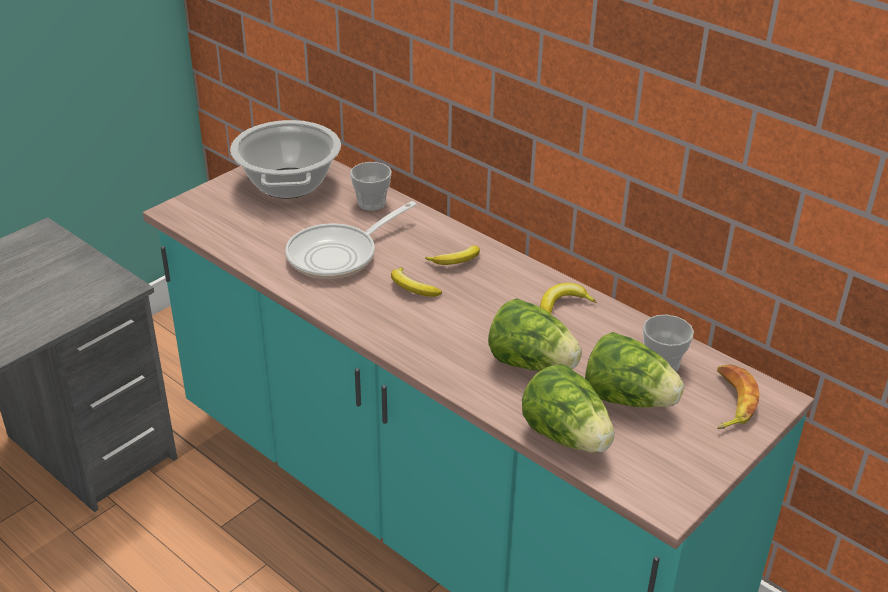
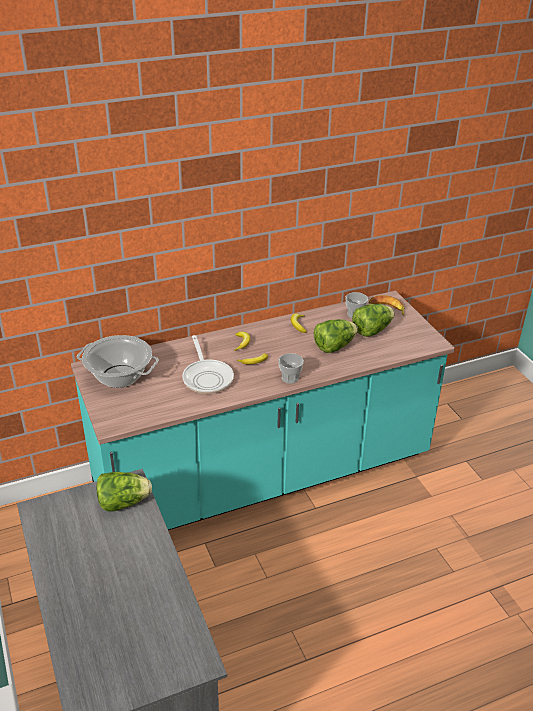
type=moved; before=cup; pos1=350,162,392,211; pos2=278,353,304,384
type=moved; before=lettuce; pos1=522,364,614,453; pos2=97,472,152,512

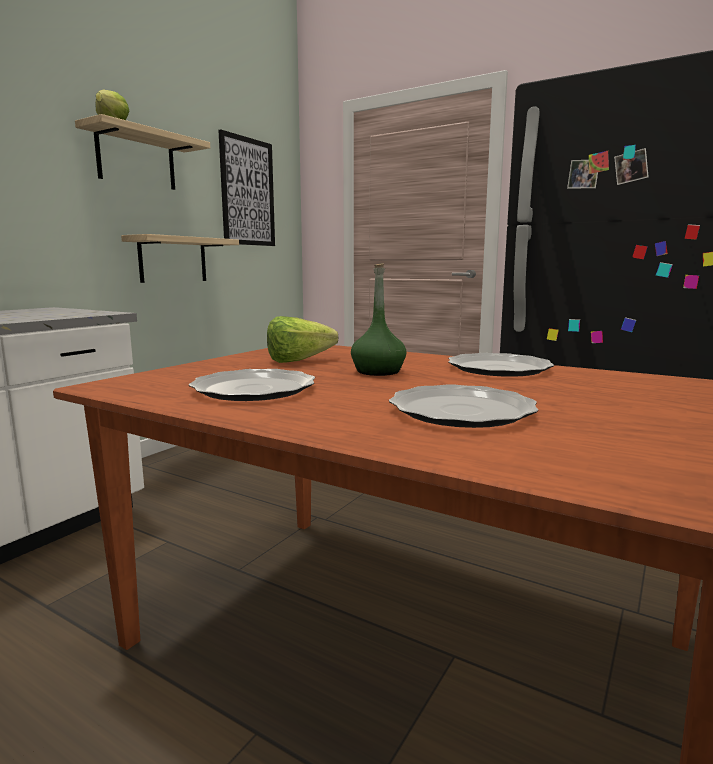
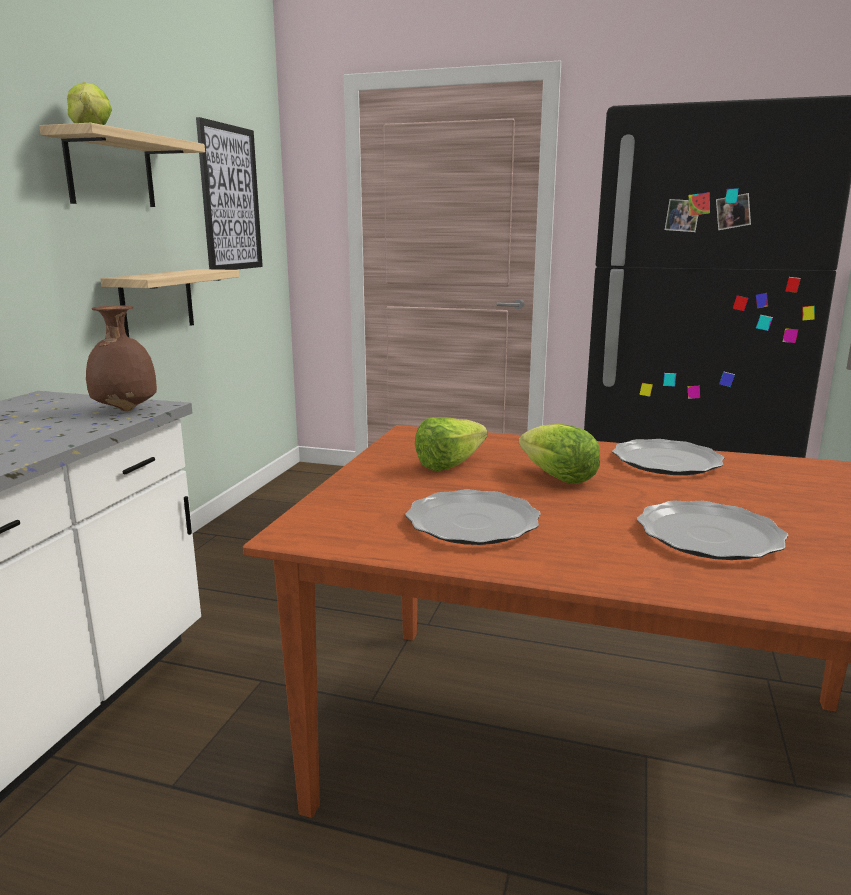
type=replaced; before=bottle/green; after=lettuce; pos1=351,263,406,376; pos2=519,424,600,484
type=added; after=vase/brown; pos2=86,305,157,411

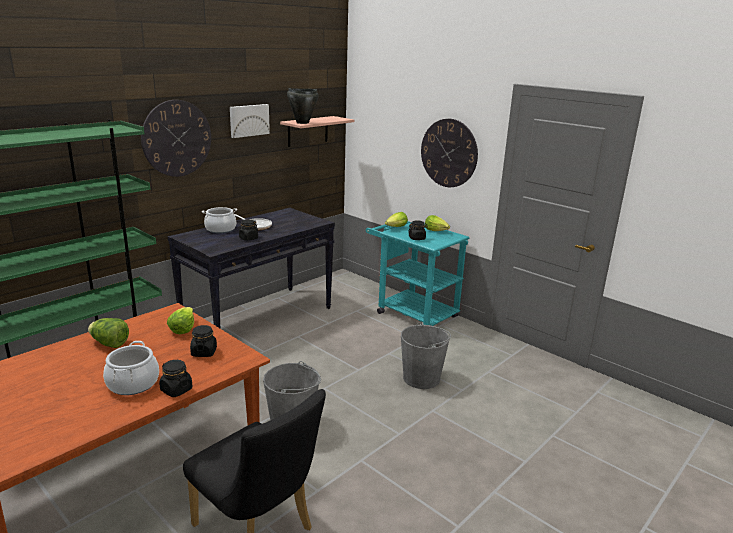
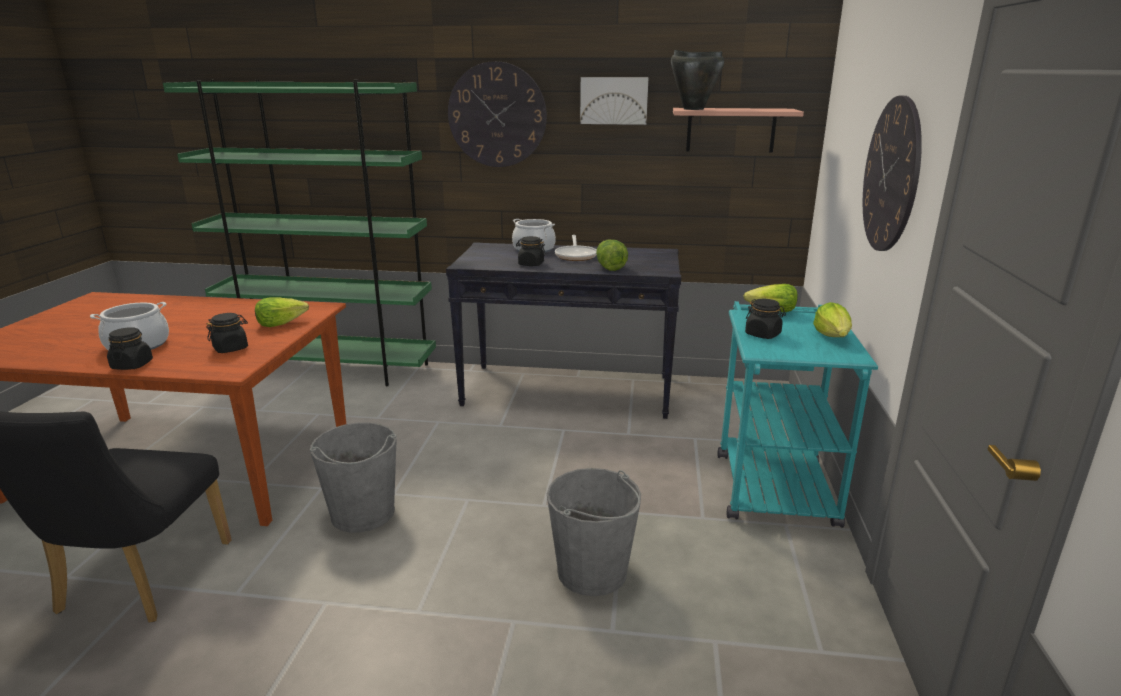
type=moved; before=lettuce; pos1=88,318,129,348; pos2=596,240,628,271

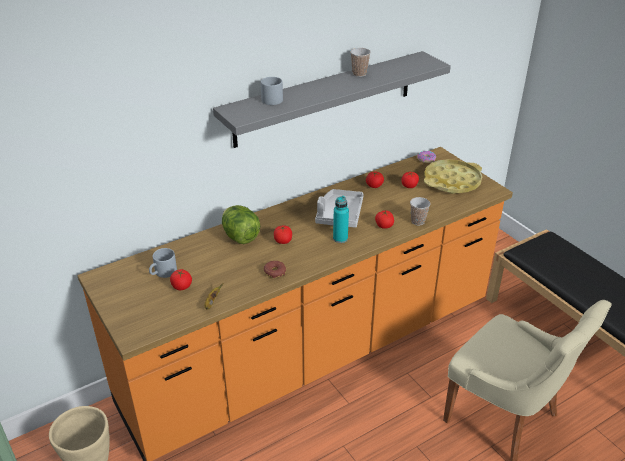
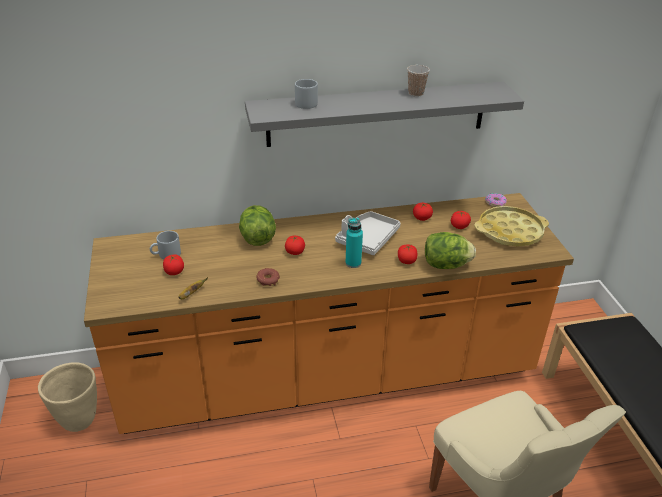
type=replaced; before=cup; after=lettuce; pos1=410,197,430,225; pos2=425,232,476,269

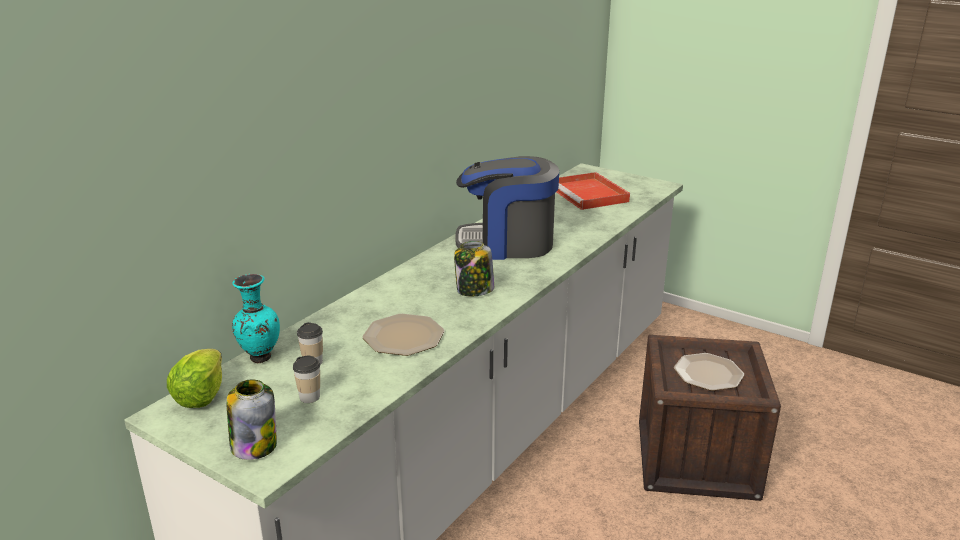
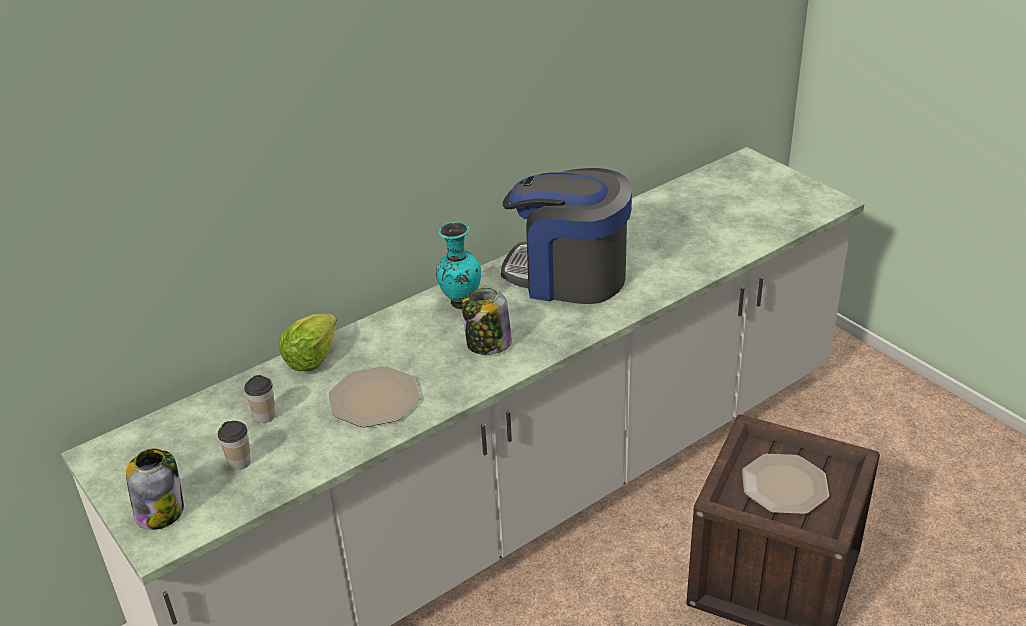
type=moved; before=lettuce; pos1=167,349,222,408; pos2=279,314,337,371
type=moved; before=vase/turquoise; pos1=232,274,280,363; pos2=436,222,481,309
type=removed; before=tray/red; pos1=557,172,630,210

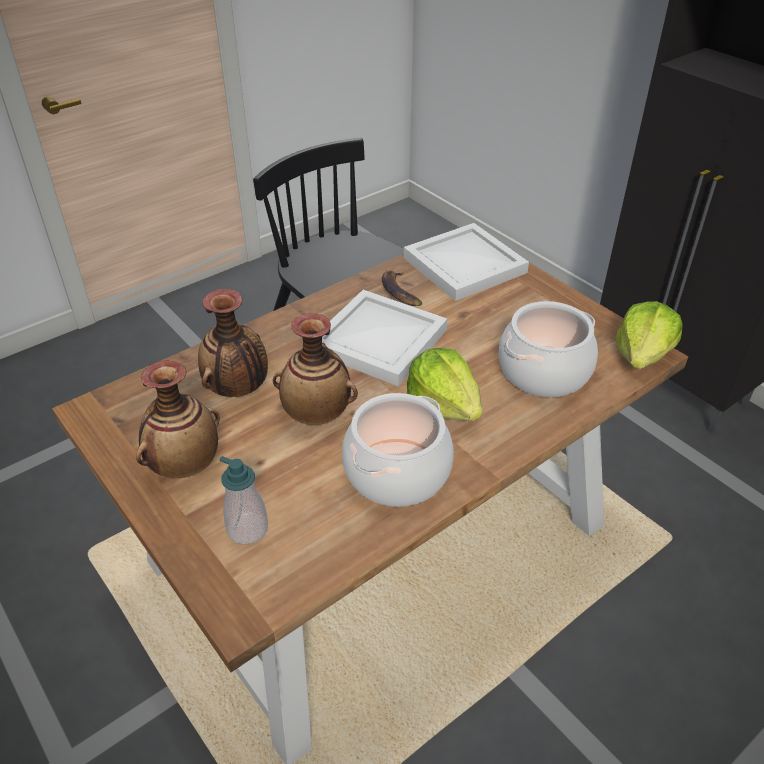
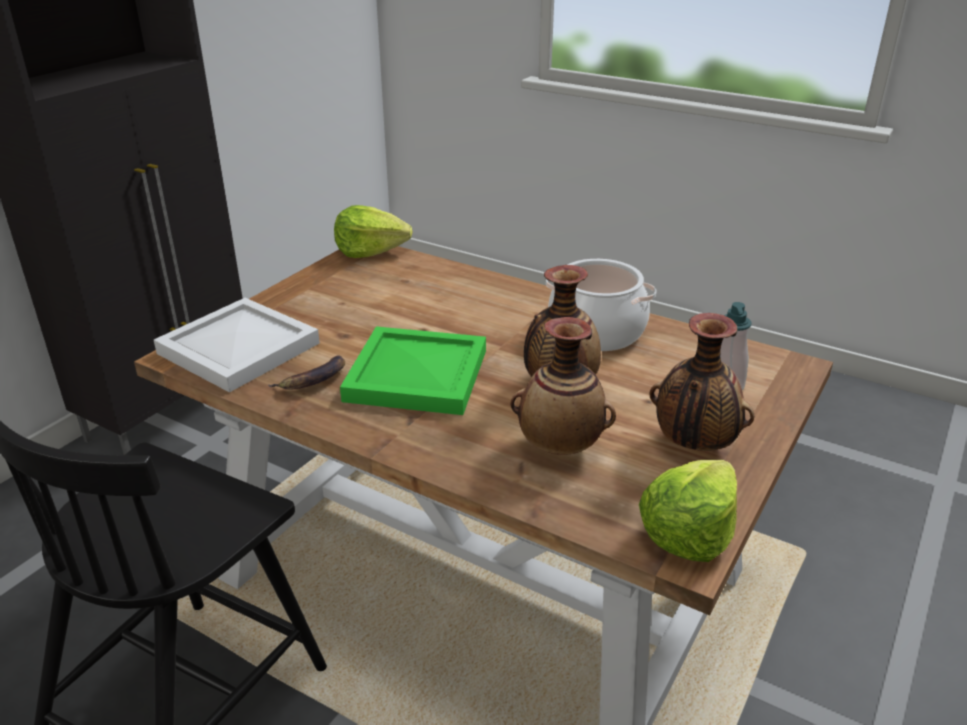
type=recoloured; before=tray/white; after=tray/green; pos1=322,290,448,386; pos2=340,326,486,415
type=moved; before=lettuce; pos1=407,348,482,421; pos2=639,460,737,562
type=removed; before=cooking pot; pos1=499,301,598,397

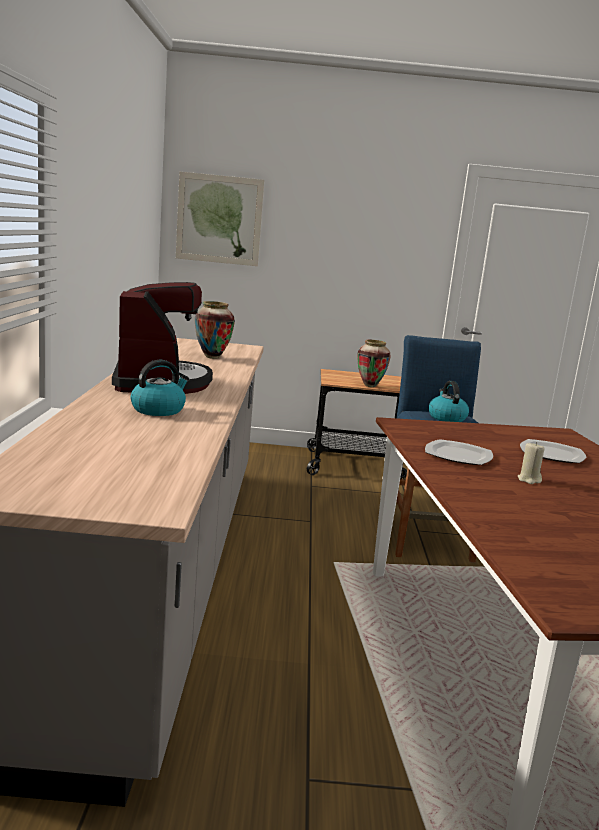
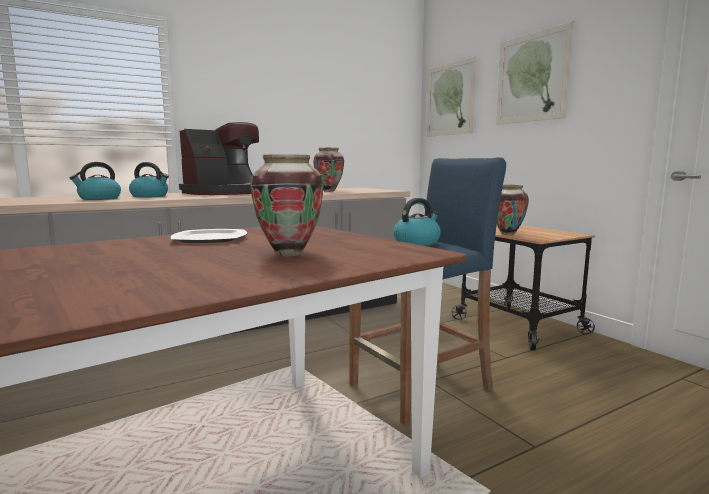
type=removed; before=candle/beige; pos1=518,442,545,484
type=replaced; before=plate; after=vase; pos1=520,439,586,463; pos2=250,154,323,256
type=added; after=kettle; pos2=70,162,121,200
type=added; after=picture; pos2=496,21,574,125

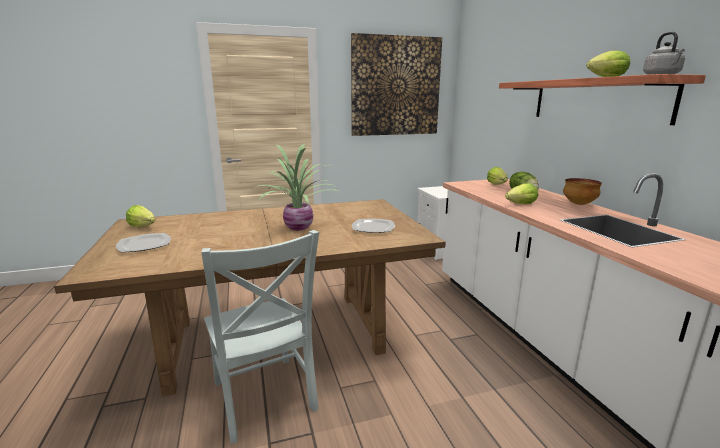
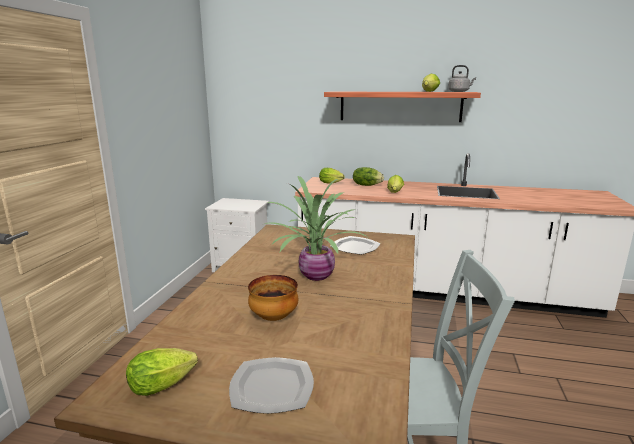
type=removed; before=picture; pos1=351,33,442,136
type=moved; before=bowl; pos1=563,178,602,205; pos2=248,275,298,321

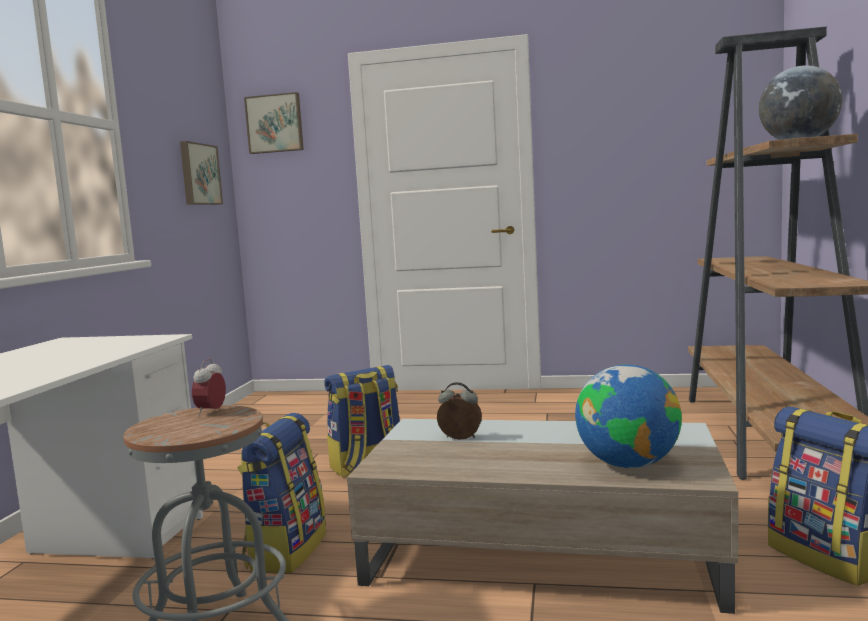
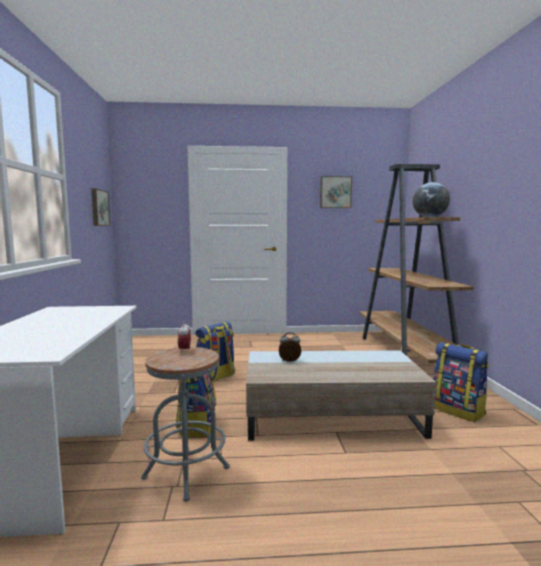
type=moved; before=picture; pos1=244,92,304,154; pos2=320,176,352,208
type=removed; before=globe; pos1=575,365,682,468

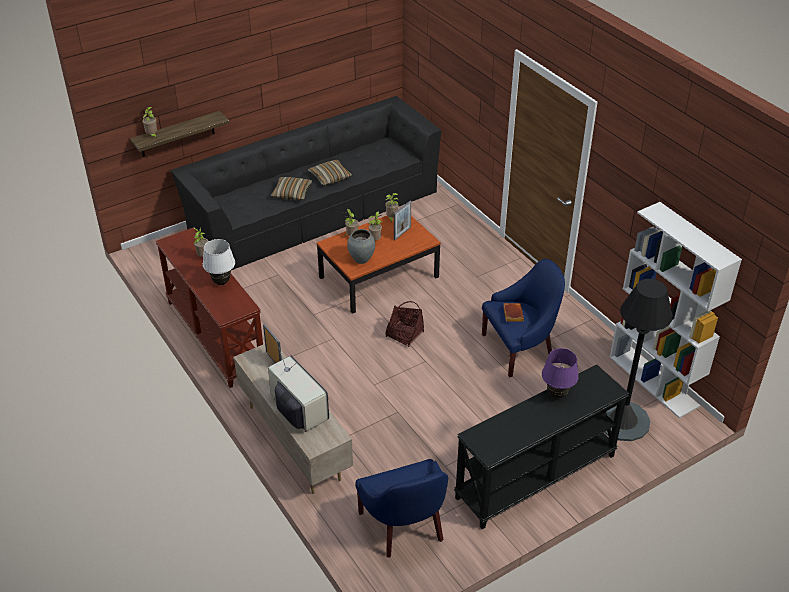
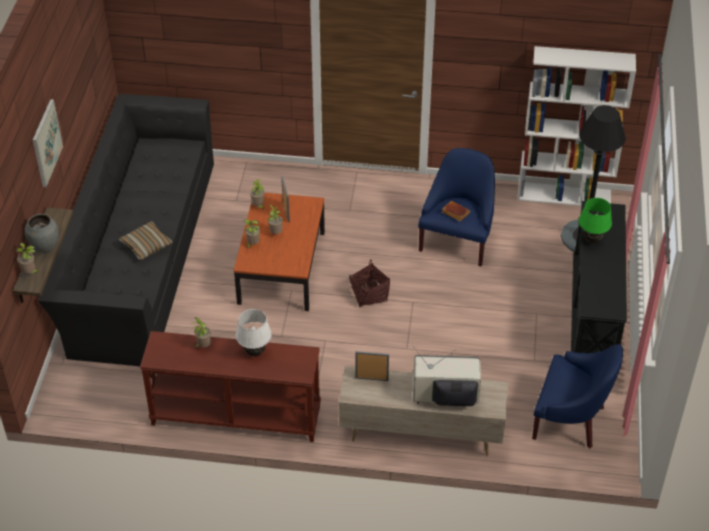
type=removed; before=pillow; pos1=308,160,352,186
type=moved; before=vase/grey; pos1=347,229,375,264; pos2=25,214,59,254
type=recoloured; before=table lamp/purple; after=table lamp/green; pos1=542,348,579,398; pos2=579,198,612,243
type=added; after=picture; pos2=33,99,63,187

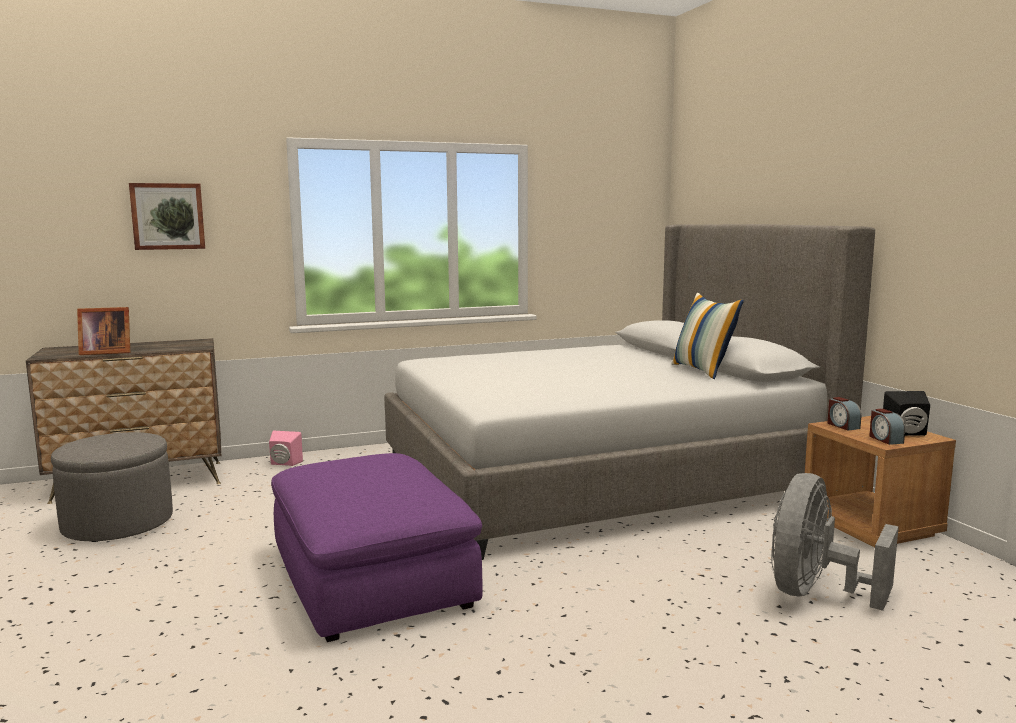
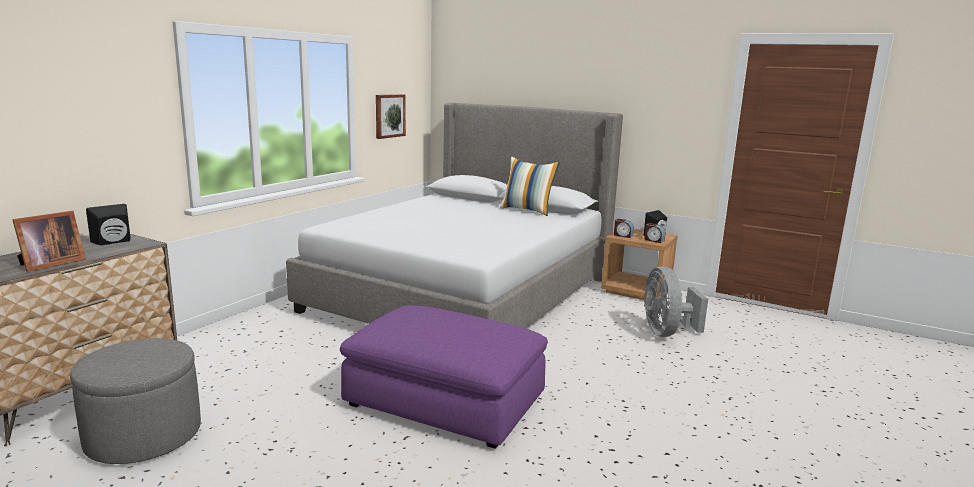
type=moved; before=picture; pos1=129,183,205,250; pos2=376,94,406,139
type=removed; before=speaker/pink; pos1=269,431,303,466
type=added; after=speaker/black; pos2=86,204,130,246

